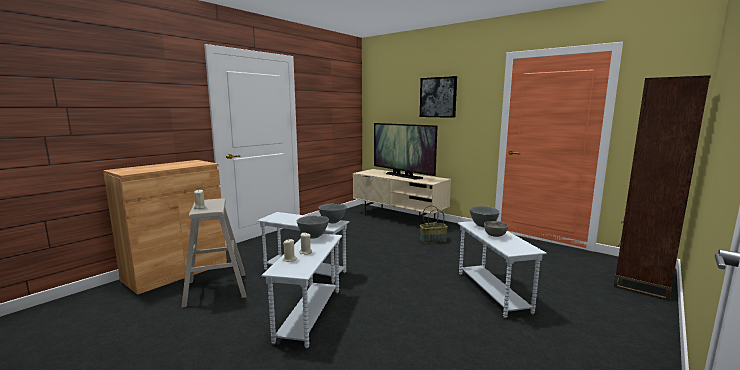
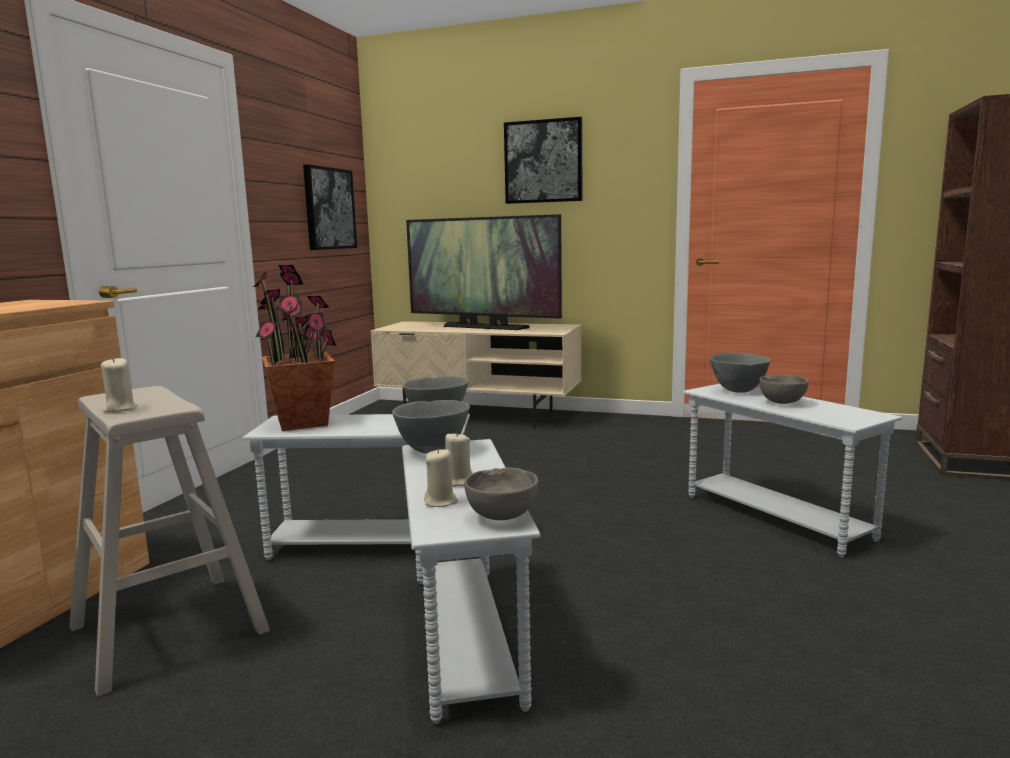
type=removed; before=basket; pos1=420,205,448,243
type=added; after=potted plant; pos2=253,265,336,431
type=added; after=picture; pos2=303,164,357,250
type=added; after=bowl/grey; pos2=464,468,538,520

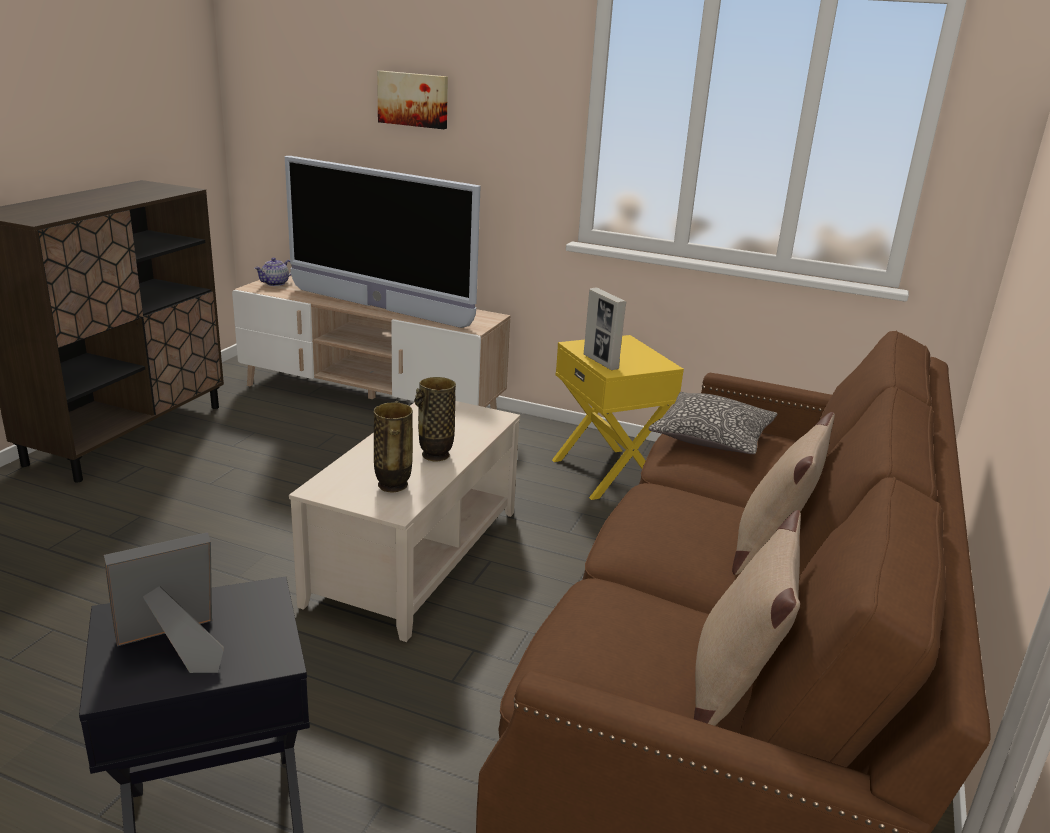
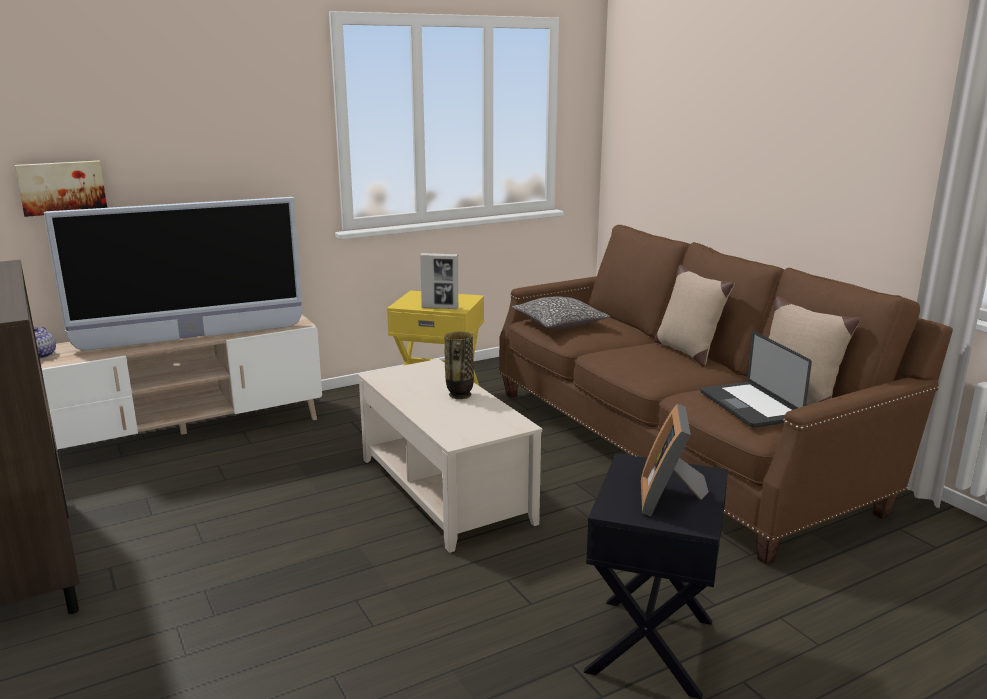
type=removed; before=vase; pos1=374,401,413,492
type=moved; before=picture; pos1=377,71,448,129; pos2=15,161,107,217
type=added; after=laptop; pos2=700,331,812,428

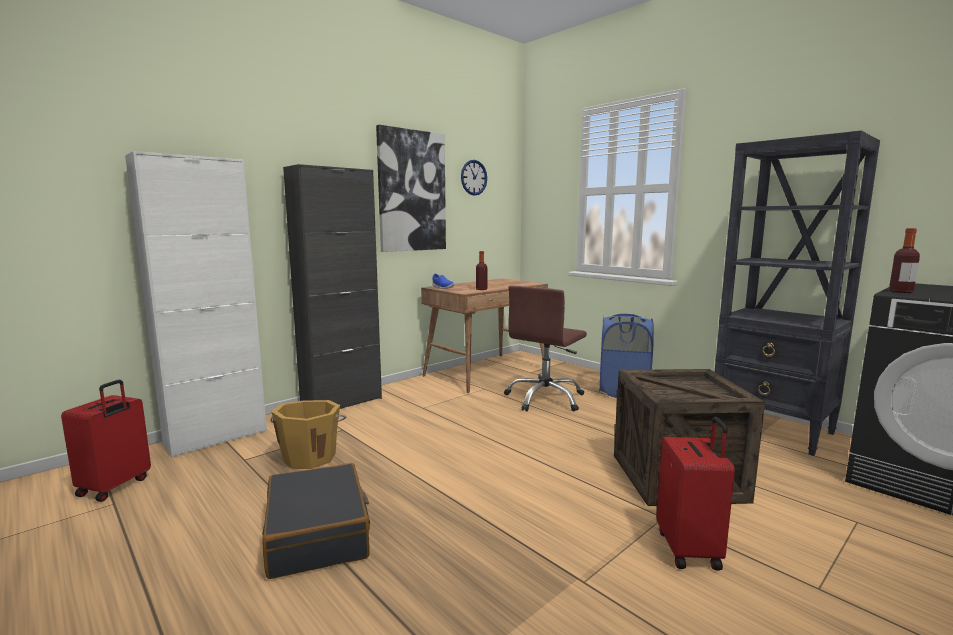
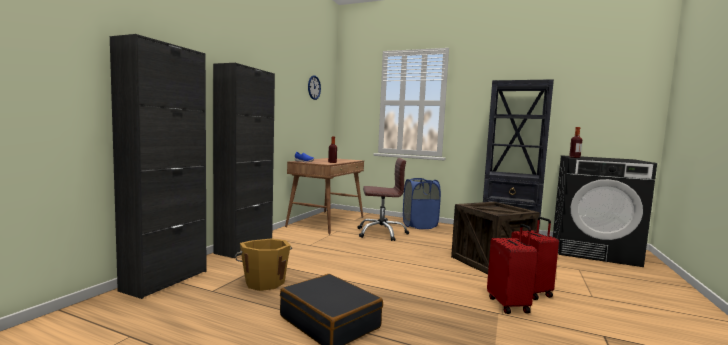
type=moved; before=suitcase/red; pos1=61,380,151,502; pos2=487,224,537,314
type=recoloured; before=cabinet/white; after=cabinet/black; pos1=125,151,267,458; pos2=110,34,206,299
type=removed; before=picture; pos1=376,125,446,252
type=turned; before=office chair/brown; pos1=504,286,587,412; pos2=358,158,409,241; turn=-105

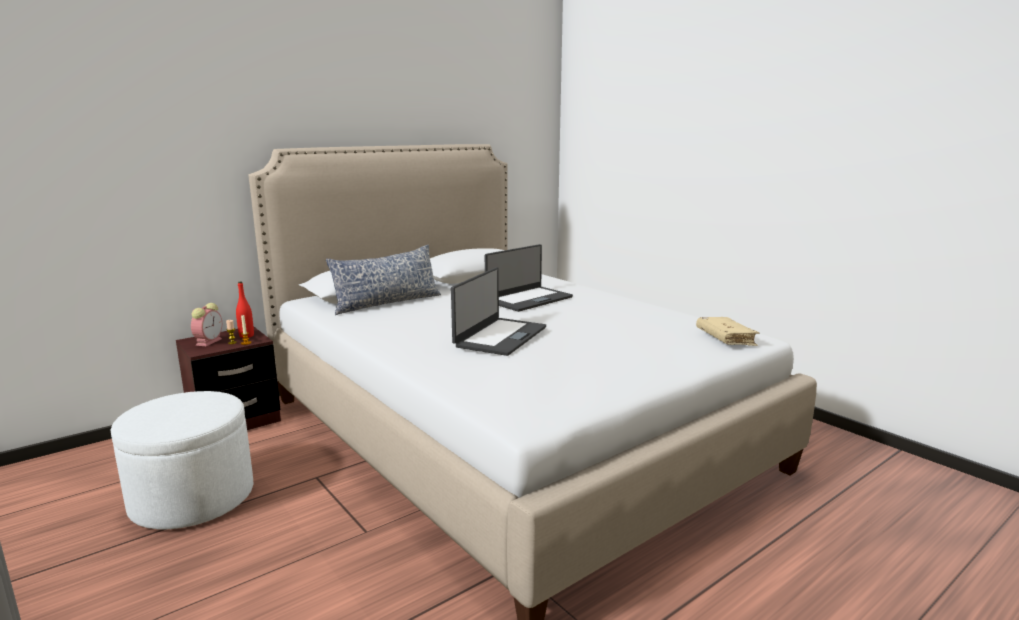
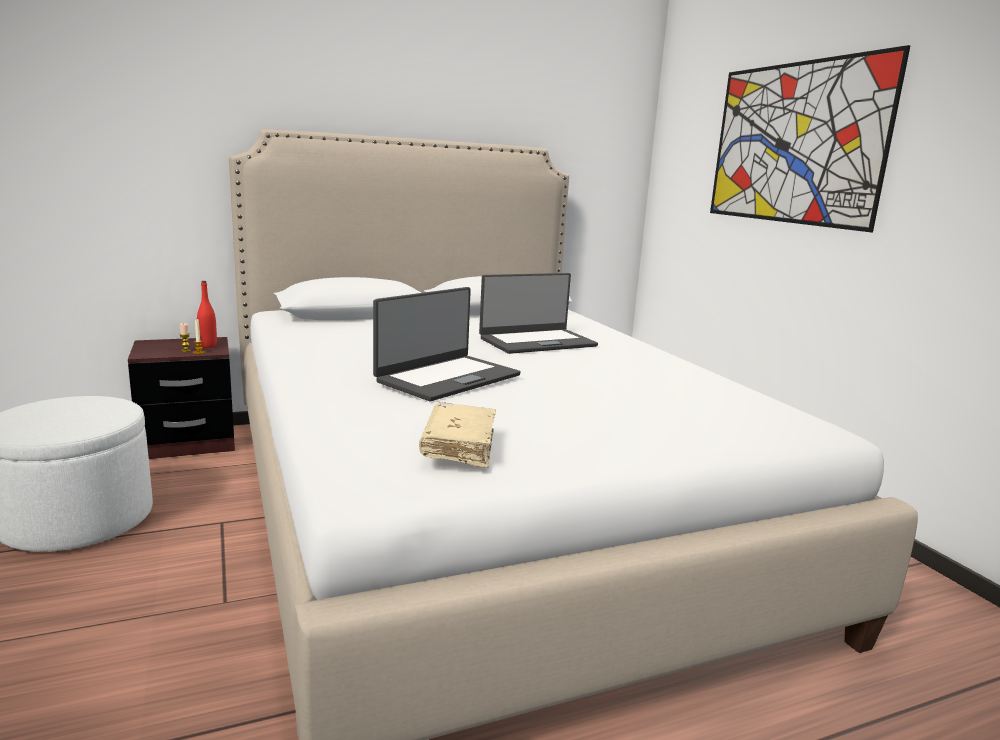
type=removed; before=alarm clock; pos1=191,303,222,346
type=removed; before=pillow; pos1=326,245,441,315
type=moved; before=book/beige; pos1=696,317,760,346; pos2=419,403,496,468
type=added; after=picture; pos2=710,45,910,232

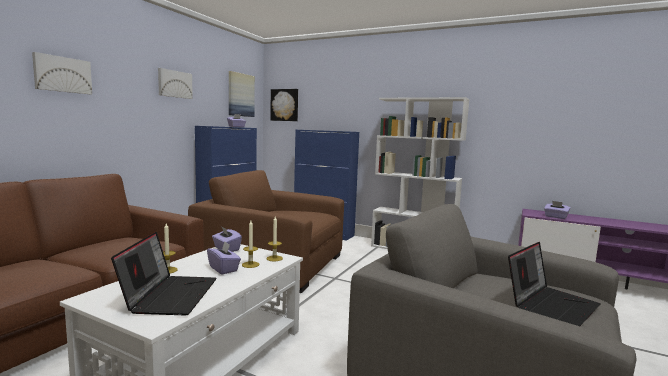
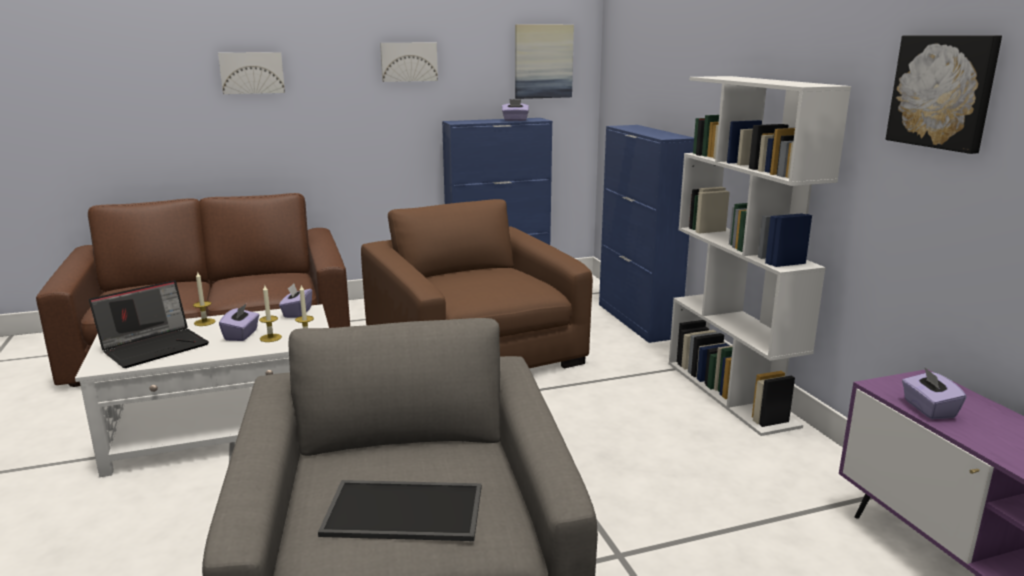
type=moved; before=picture; pos1=270,89,298,121; pos2=886,35,1002,154
type=replaced; before=laptop; after=tray; pos1=508,242,601,326; pos2=318,480,481,541

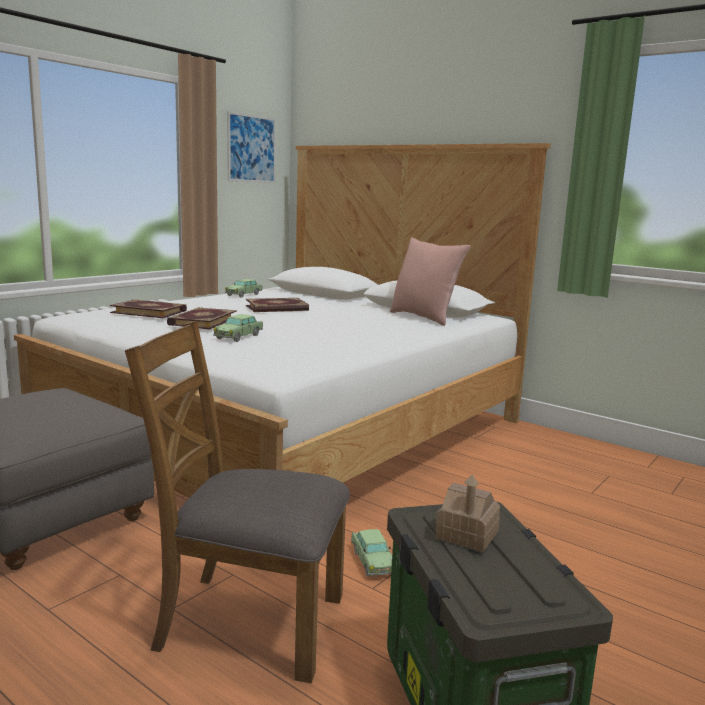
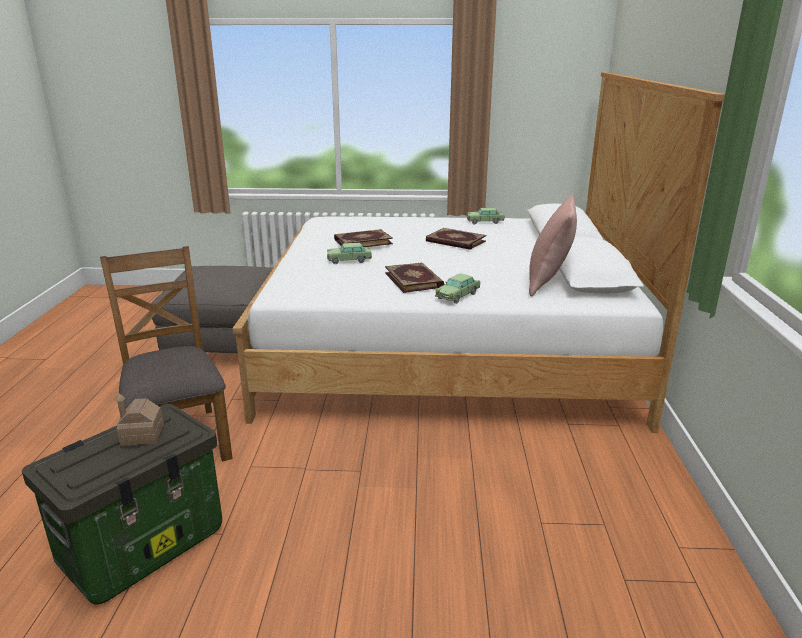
type=moved; before=book; pos1=110,299,187,318; pos2=385,262,445,293
type=removed; before=picture; pos1=227,111,276,183
type=moved; before=toy car; pos1=351,529,392,576; pos2=435,274,480,304

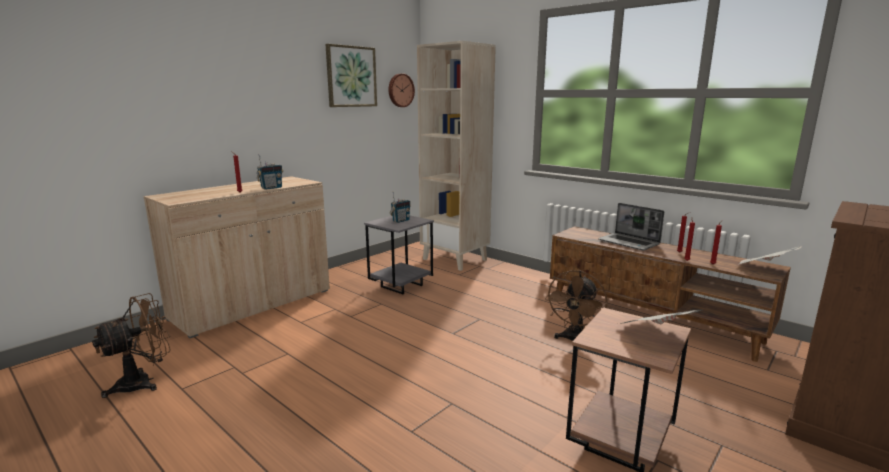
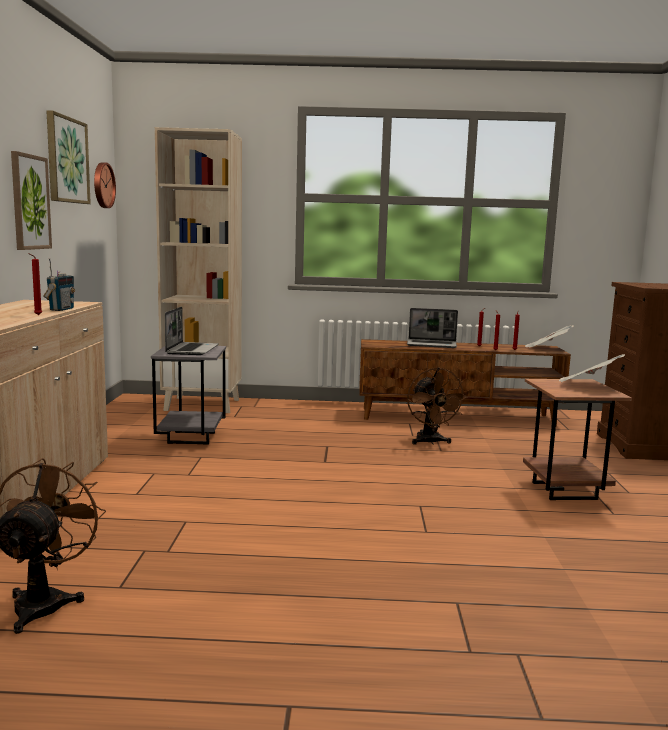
type=replaced; before=radio; after=laptop; pos1=390,193,411,223; pos2=165,306,219,355
type=added; after=picture; pos2=11,151,52,250

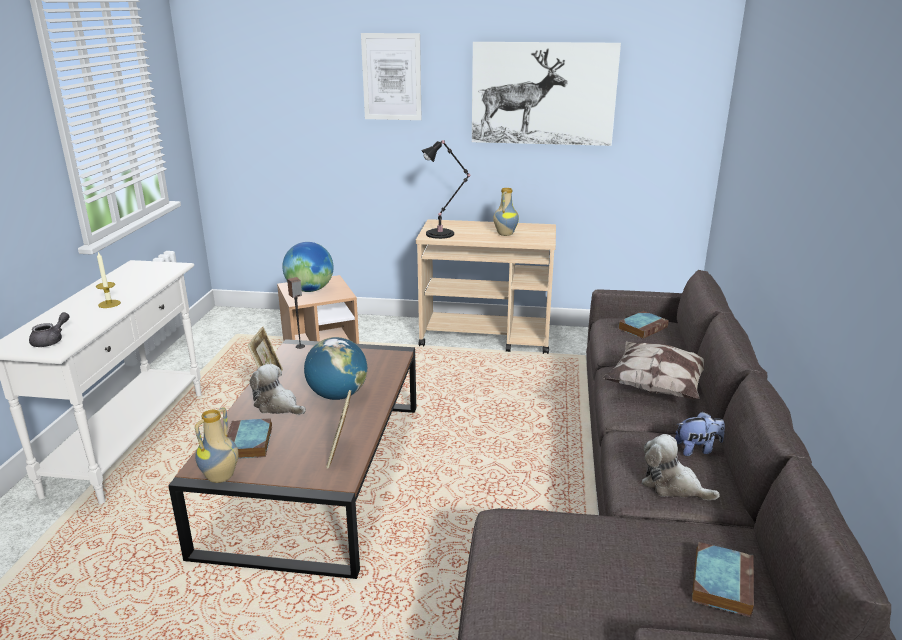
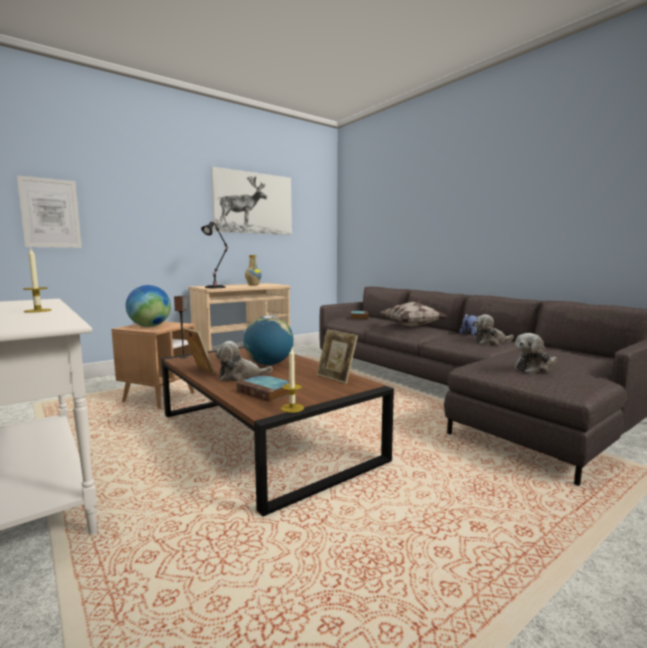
type=removed; before=teapot/grey; pos1=29,312,69,347
type=replaced; before=vase; after=candle; pos1=195,407,239,483; pos2=281,349,304,413
type=moved; before=picture; pos1=361,33,422,120; pos2=17,175,82,248
type=removed; before=book; pos1=692,542,754,617
type=added; after=plush toy; pos2=515,333,557,373

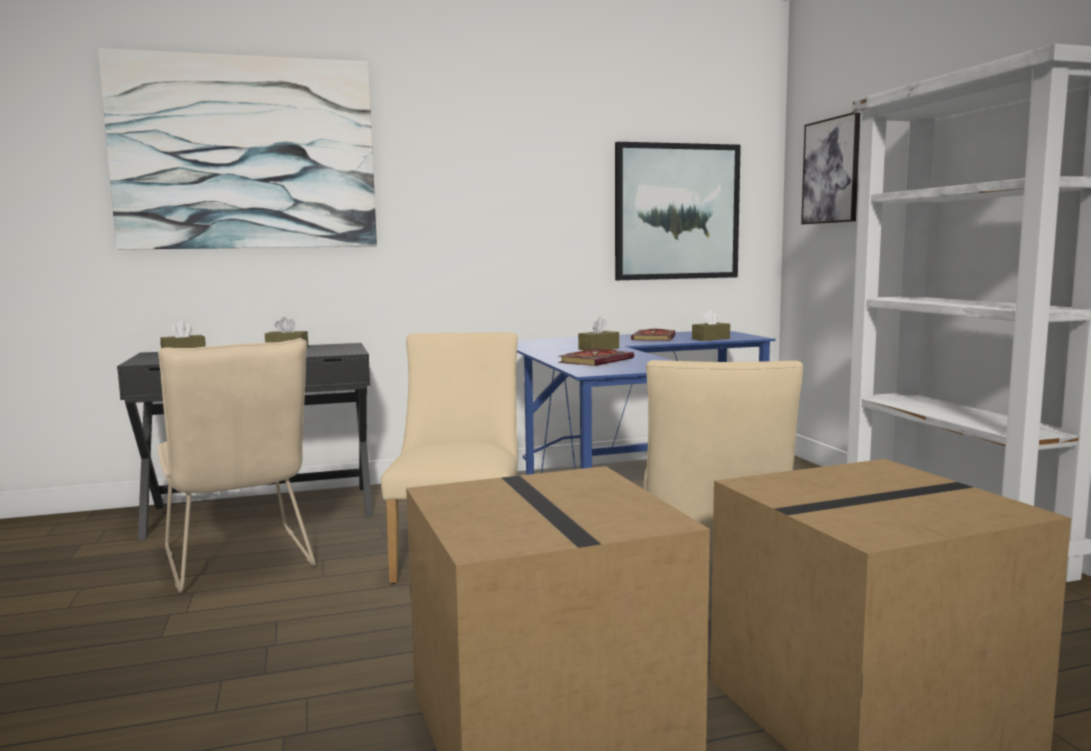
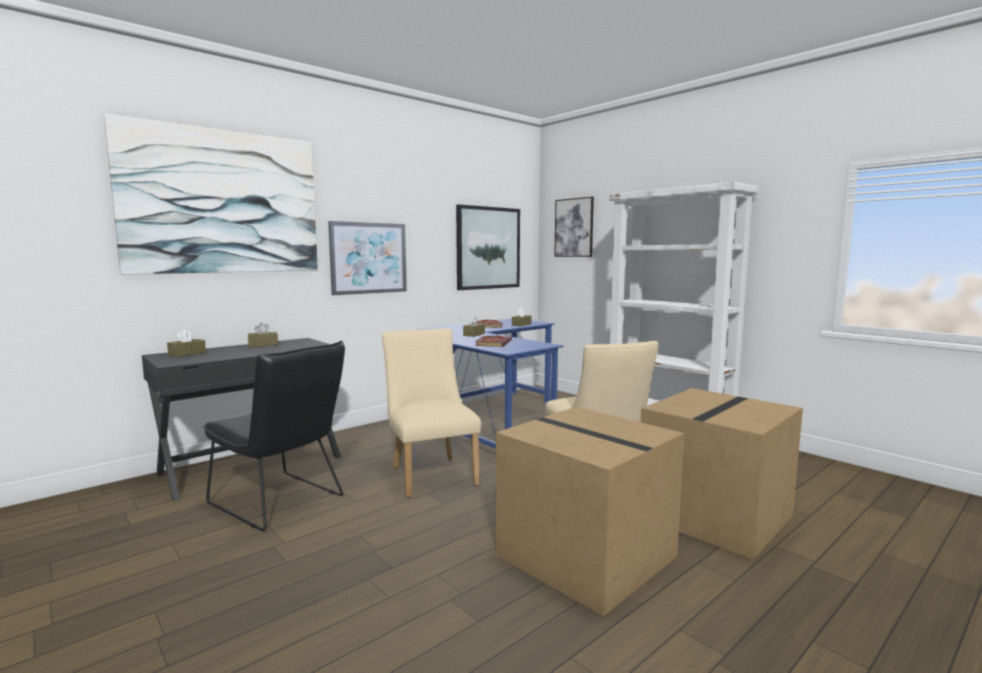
type=recoloured; before=chair/beige; after=chair/black; pos1=158,338,316,593; pos2=203,341,345,531
type=added; after=picture; pos2=328,221,407,295

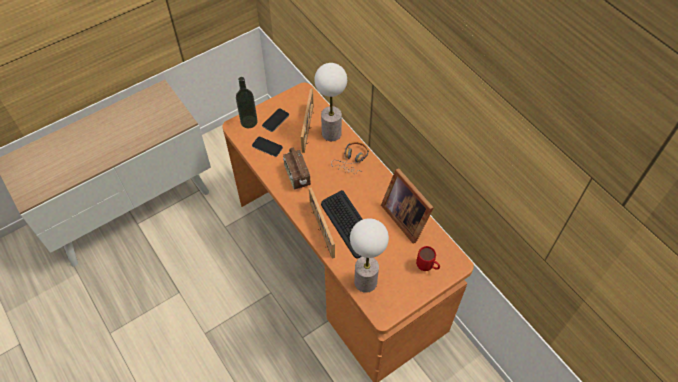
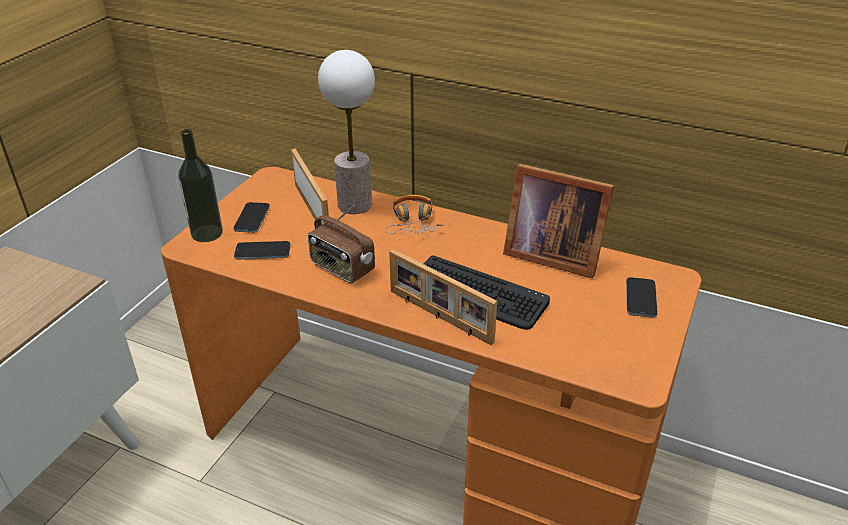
type=removed; before=table lamp; pos1=350,218,389,293
type=replaced; before=mug/red; after=phone; pos1=416,246,440,271; pos2=626,277,658,318

